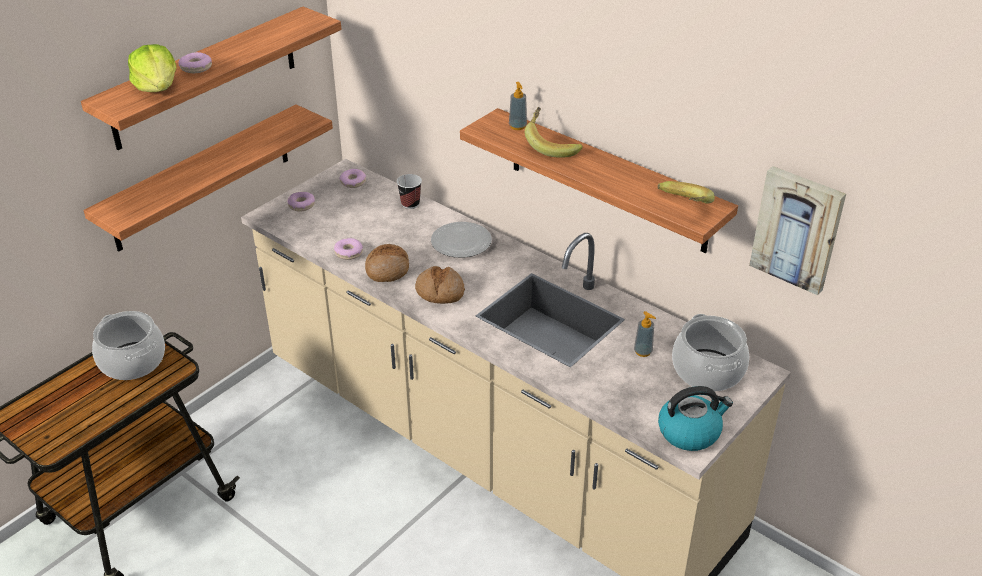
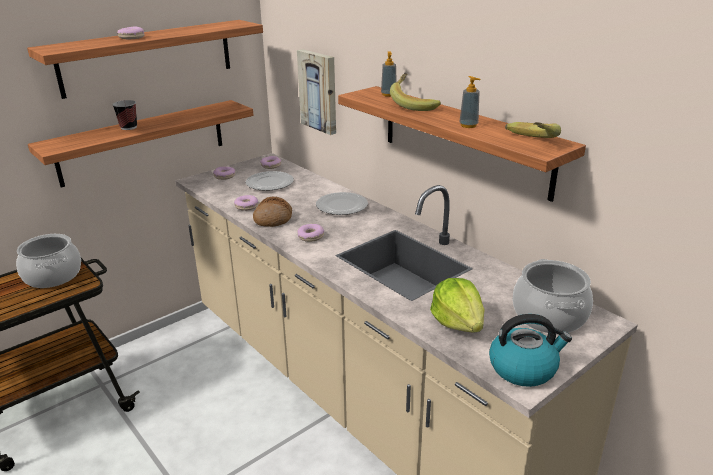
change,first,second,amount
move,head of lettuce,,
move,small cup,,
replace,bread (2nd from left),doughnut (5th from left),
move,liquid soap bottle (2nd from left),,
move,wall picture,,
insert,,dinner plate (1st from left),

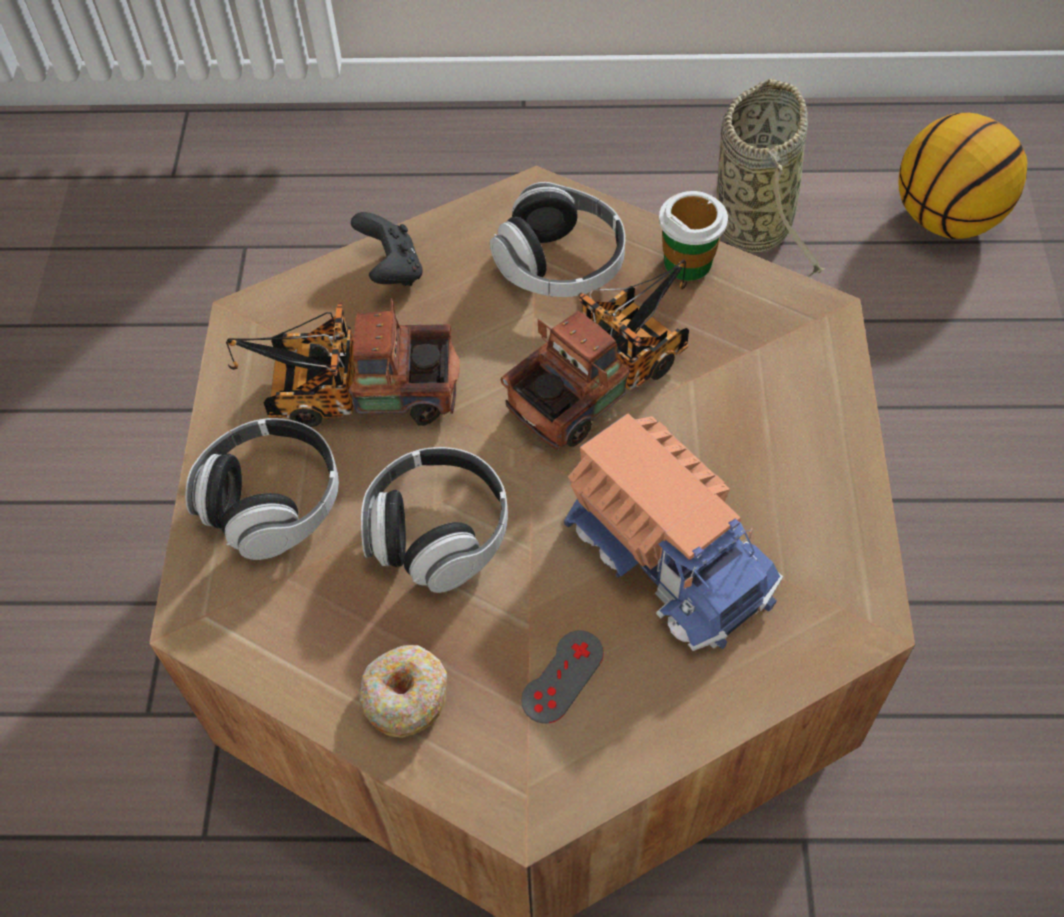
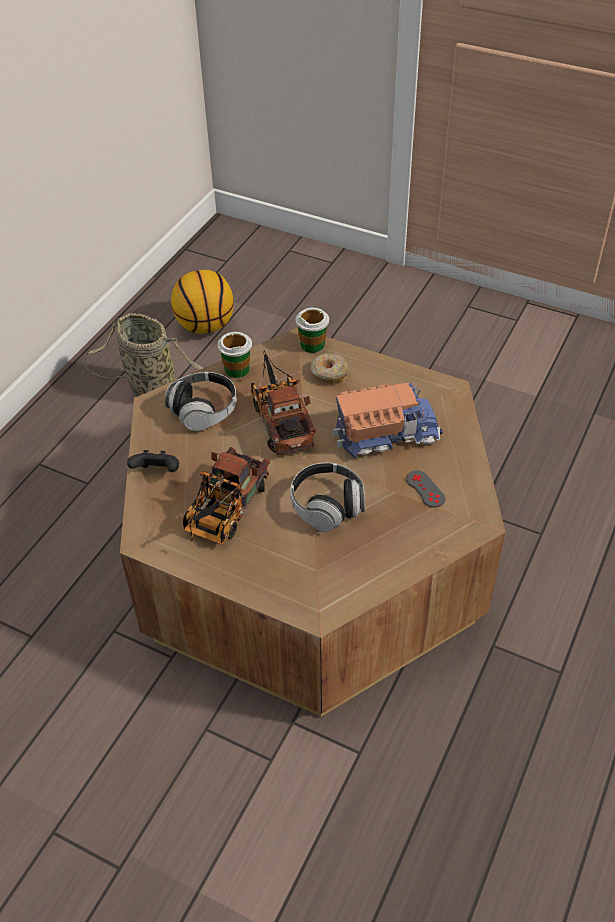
change,first,second,amount
delete,pair of headphones (1st from left),,
move,doughnut,,
insert,,small cup (2nd from left),

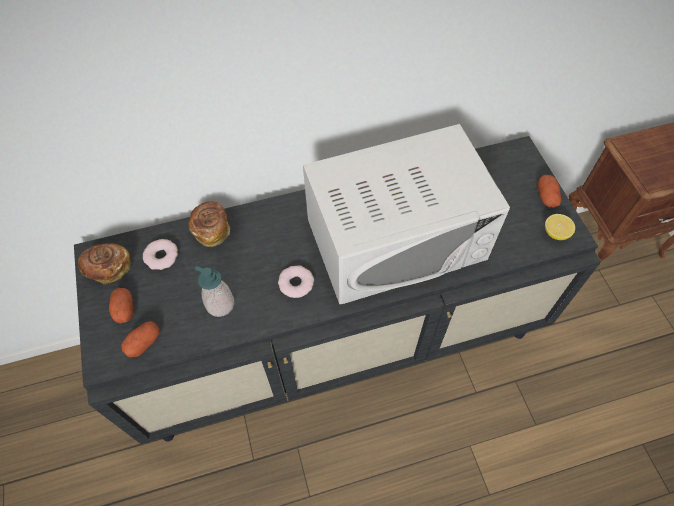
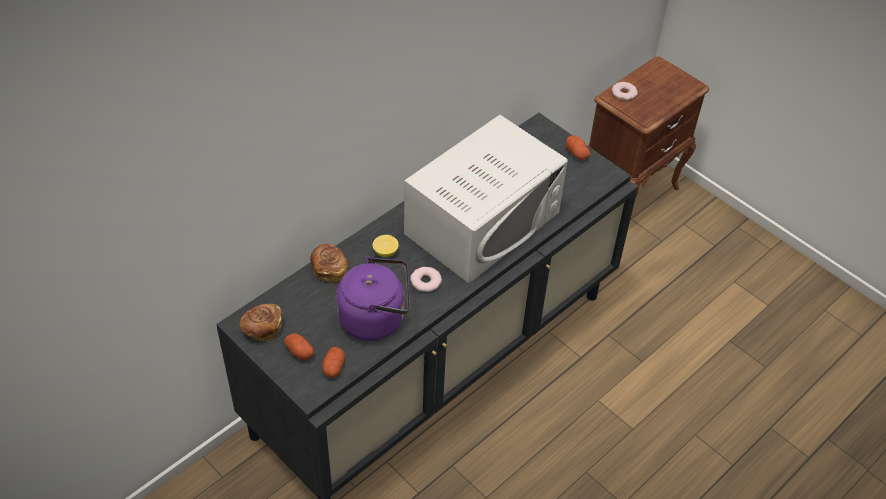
change,first,second,amount
move,doughnut (1st from left in the first image),doughnut (2nd from left),
replace,liquid soap bottle,purple tea kettle,
move,citrus fruit,,

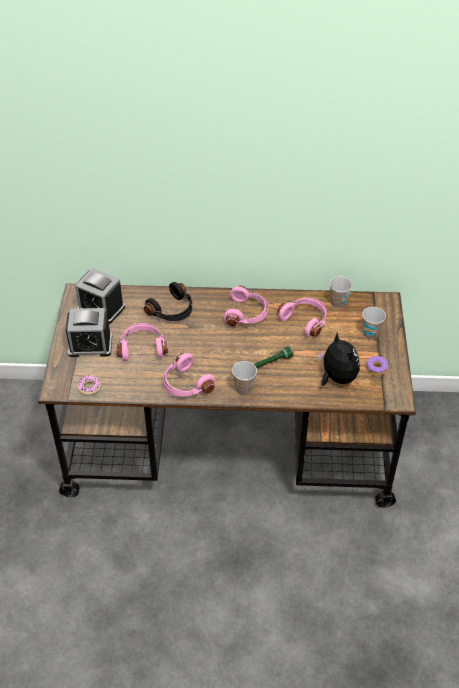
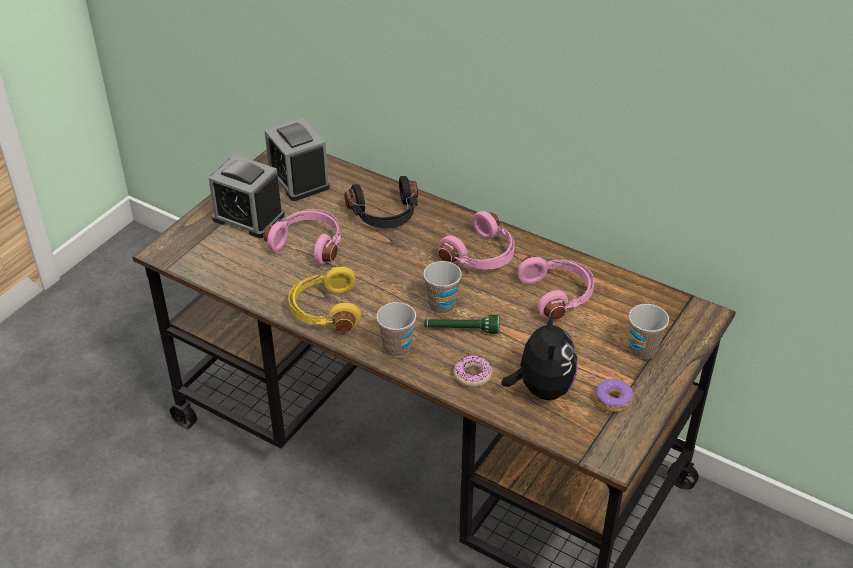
change,first,second,amount
move,doughnut (1st from left),,
recolor,pink-coloured pair of headphones (2nd from left),yellow pair of headphones,
move,small cup (2nd from left),,

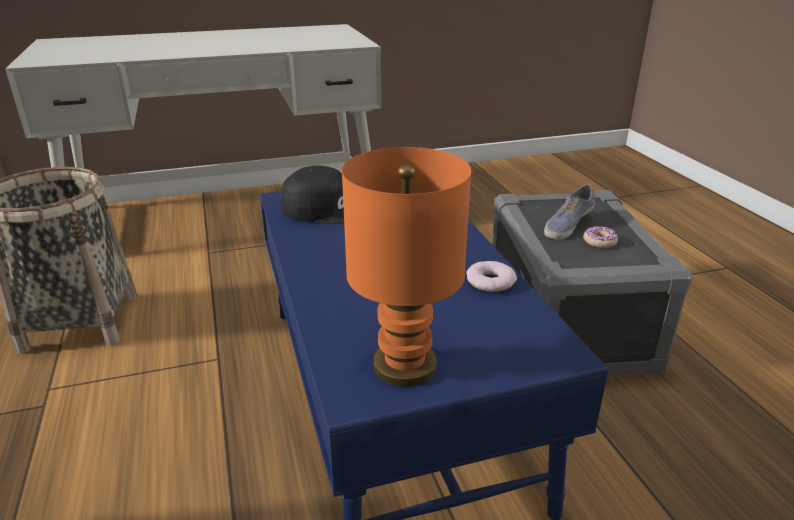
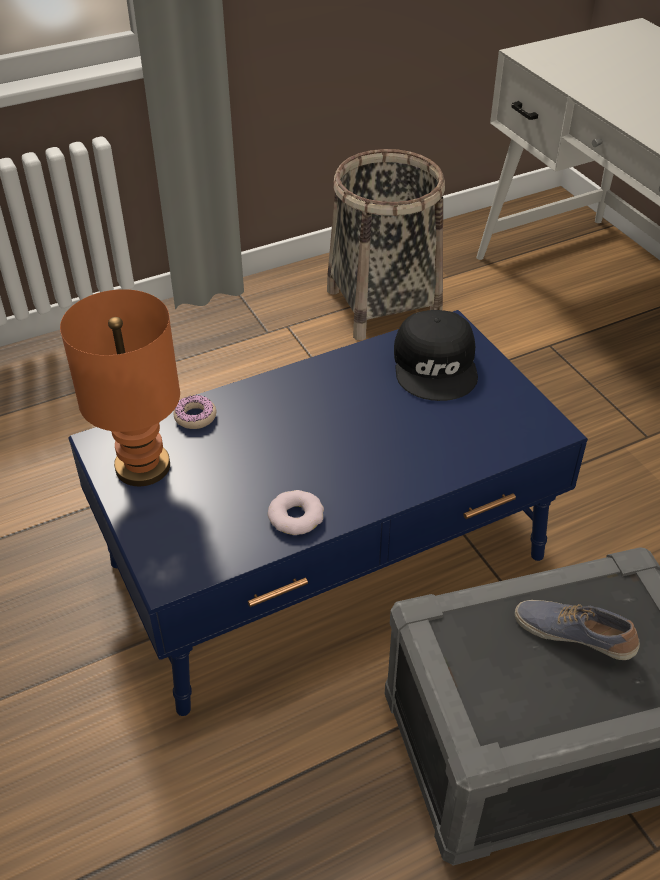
change,first,second,amount
move,doughnut (2nd from left in the first image),doughnut (1st from left),

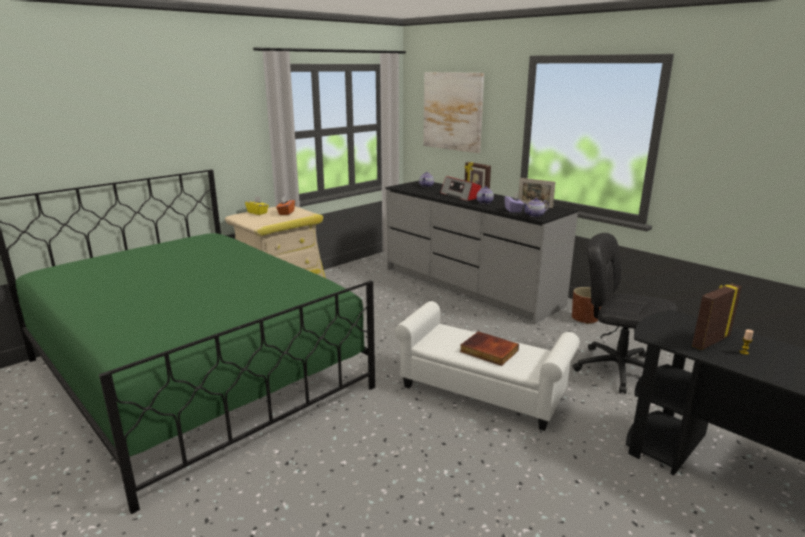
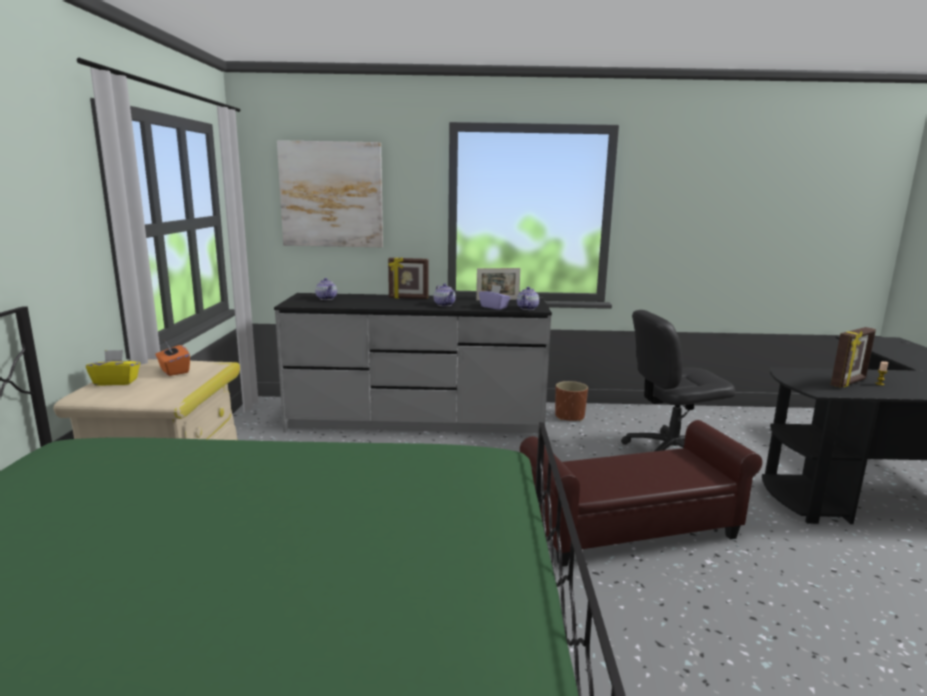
change,first,second,amount
recolor,whitish ottoman,brown ottoman,
delete,radio set,,
delete,book,,
rotate,standing frame (3rd from left),,135 degrees counterclockwise

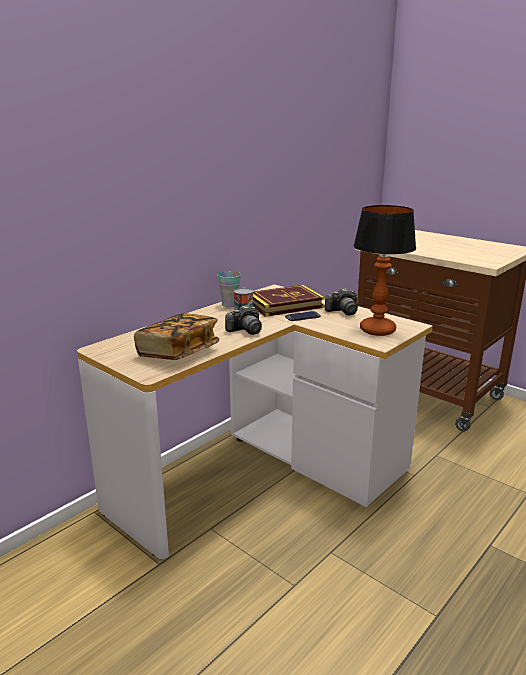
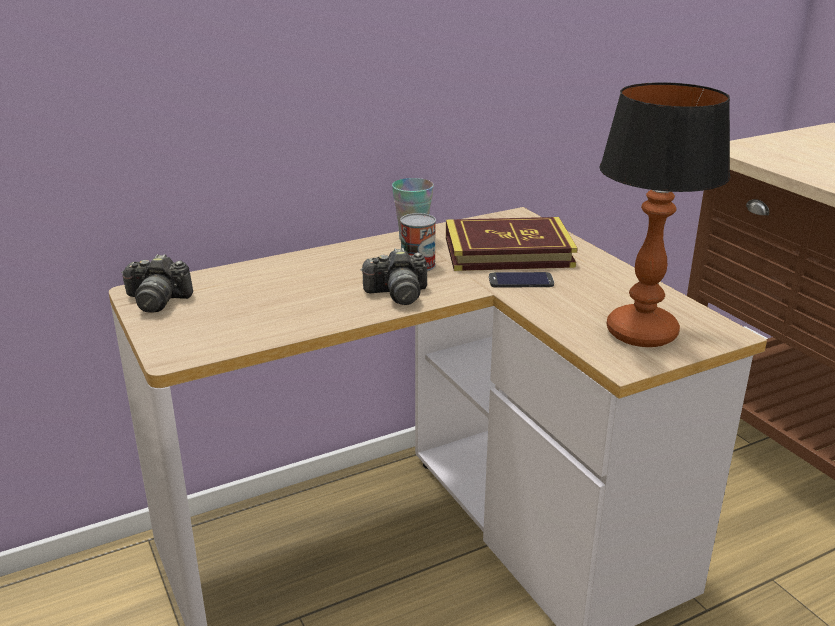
change,first,second,amount
delete,book (1st from left),,
move,photo camera (2nd from left in the first image),photo camera (1st from left),

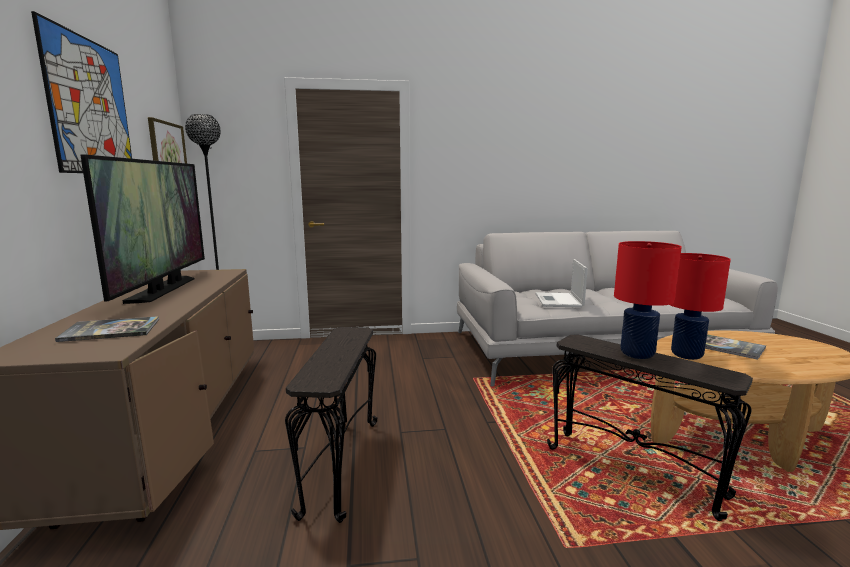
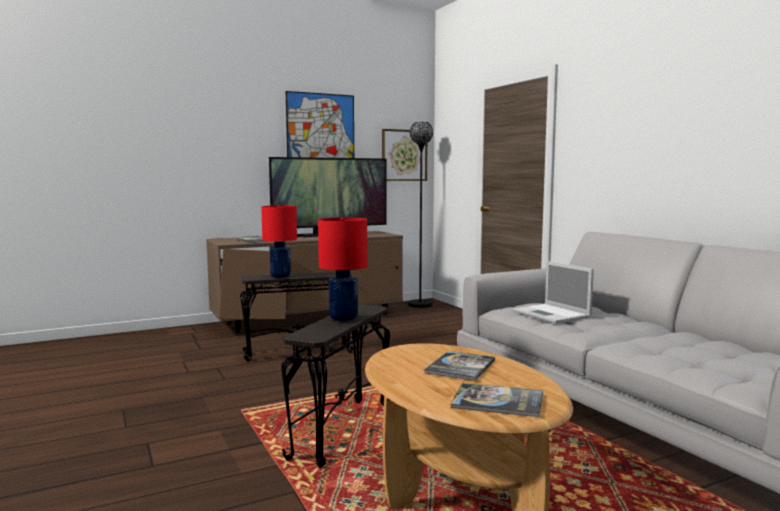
change,first,second,amount
rotate,laptop,,105 degrees counterclockwise
move,reddish lamp for a table (2nd from left in the first image),reddish lamp for a table (1st from left),
insert,,book (3rd from left),

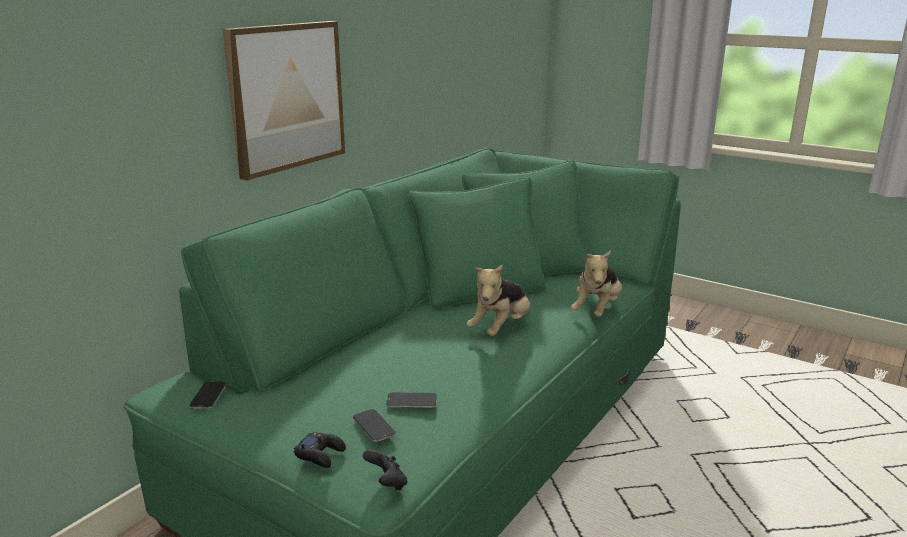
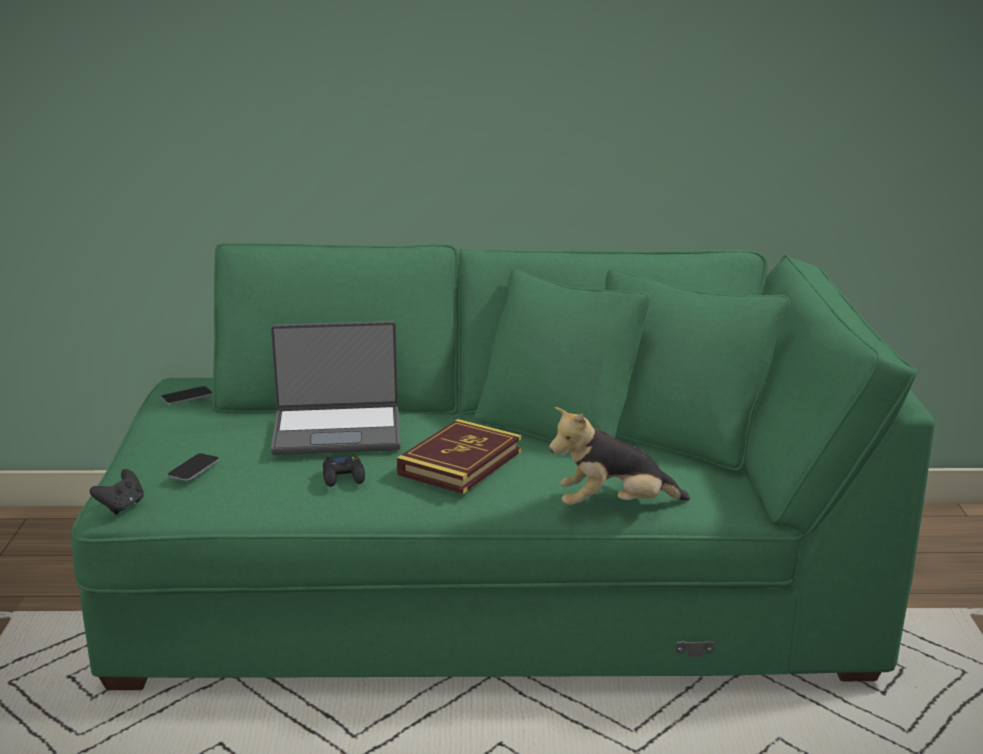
change,first,second,amount
delete,wall picture,,
move,black game controller (1st from left in the first image),black game controller (2nd from left),
delete,phone (3rd from left),,
replace,cuddly toy (1st from left),book,
insert,,laptop,

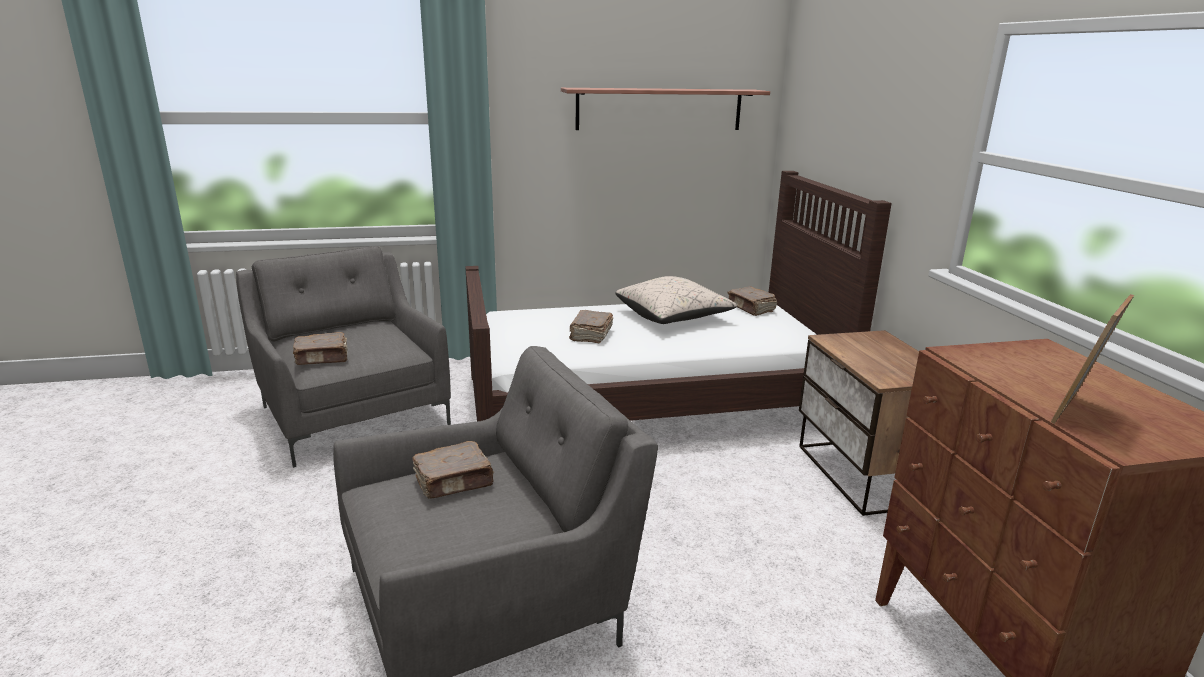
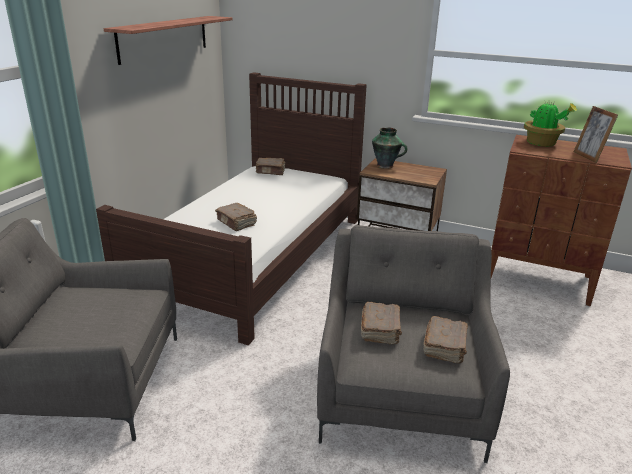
change,first,second,amount
move,brown book (1st from left in the first image),brown book (4th from left),
delete,beige pillow,,
insert,,vase,
insert,,plant in a pot,

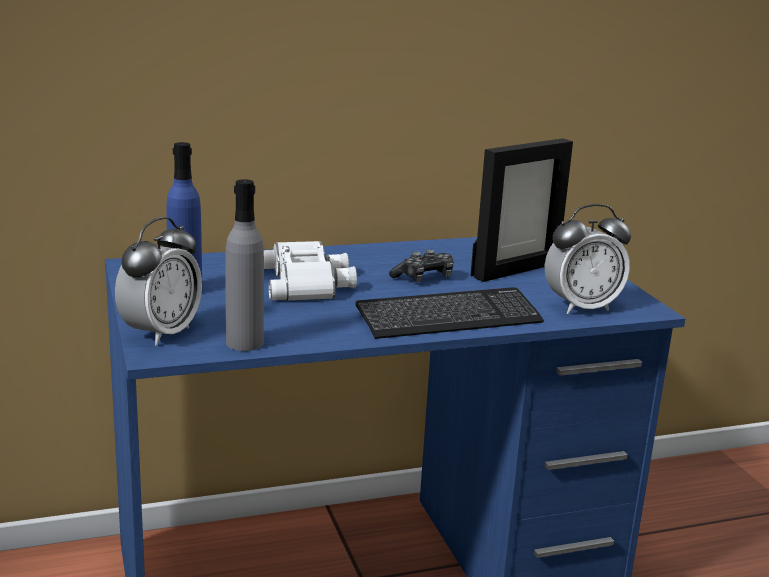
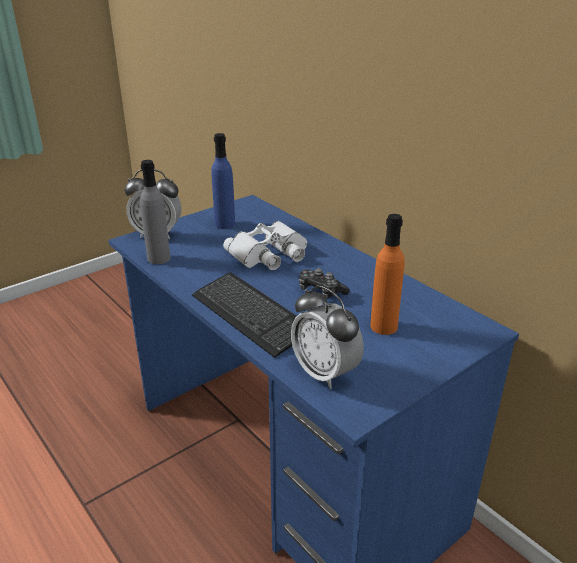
change,first,second,amount
replace,standing frame,orange-coloured beverage bottle,

